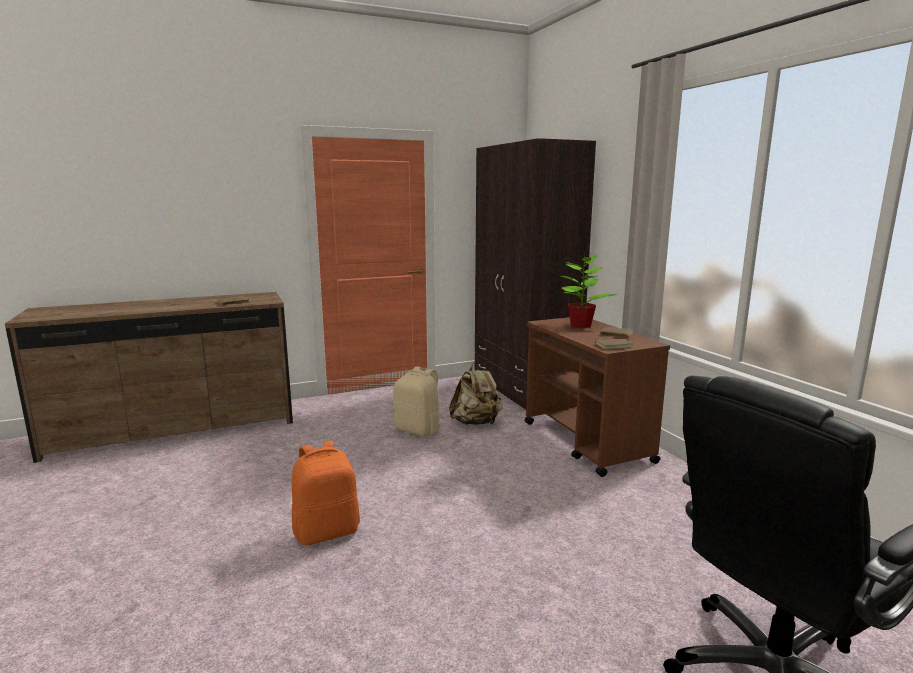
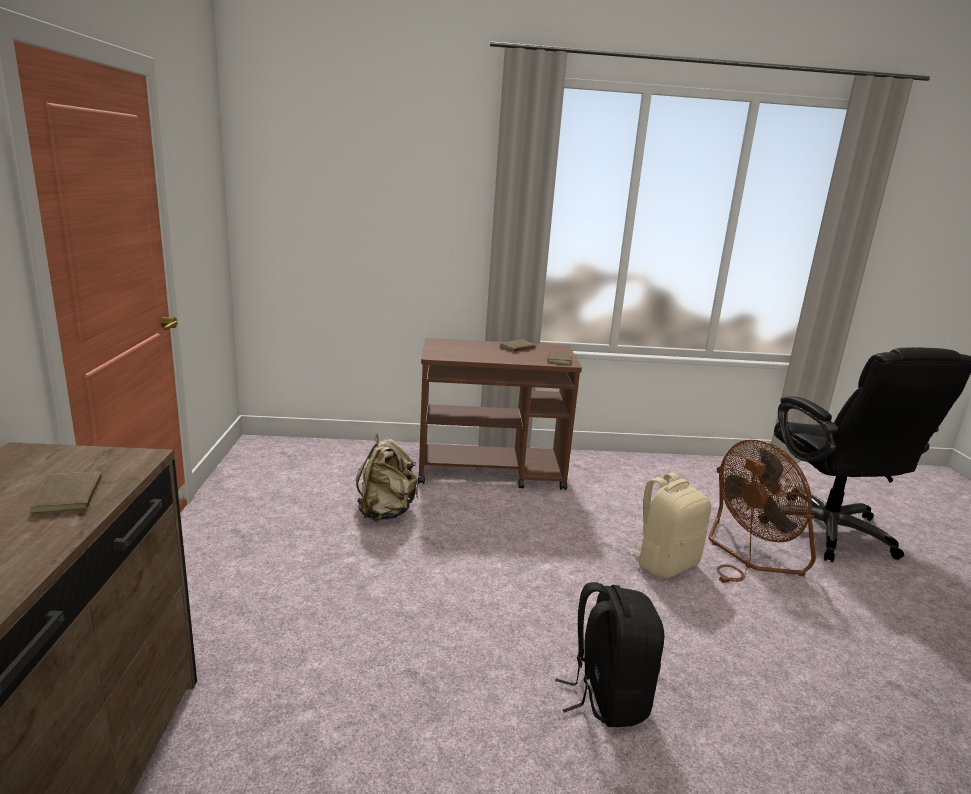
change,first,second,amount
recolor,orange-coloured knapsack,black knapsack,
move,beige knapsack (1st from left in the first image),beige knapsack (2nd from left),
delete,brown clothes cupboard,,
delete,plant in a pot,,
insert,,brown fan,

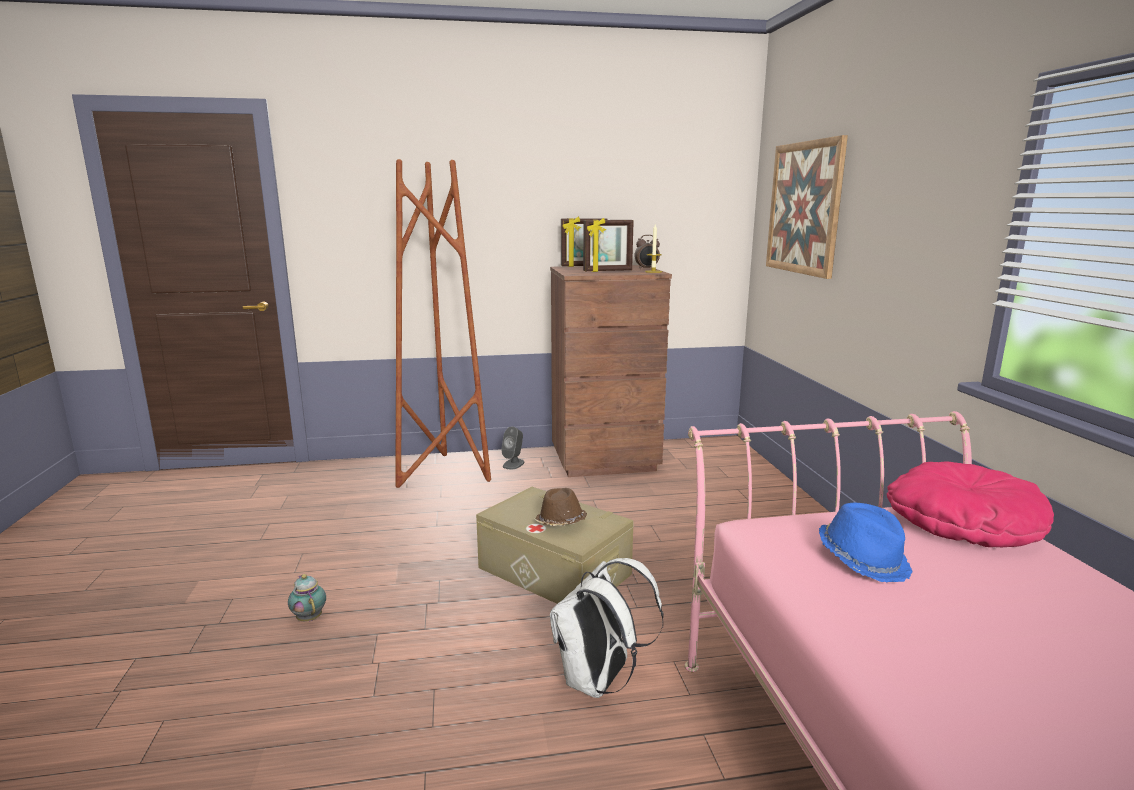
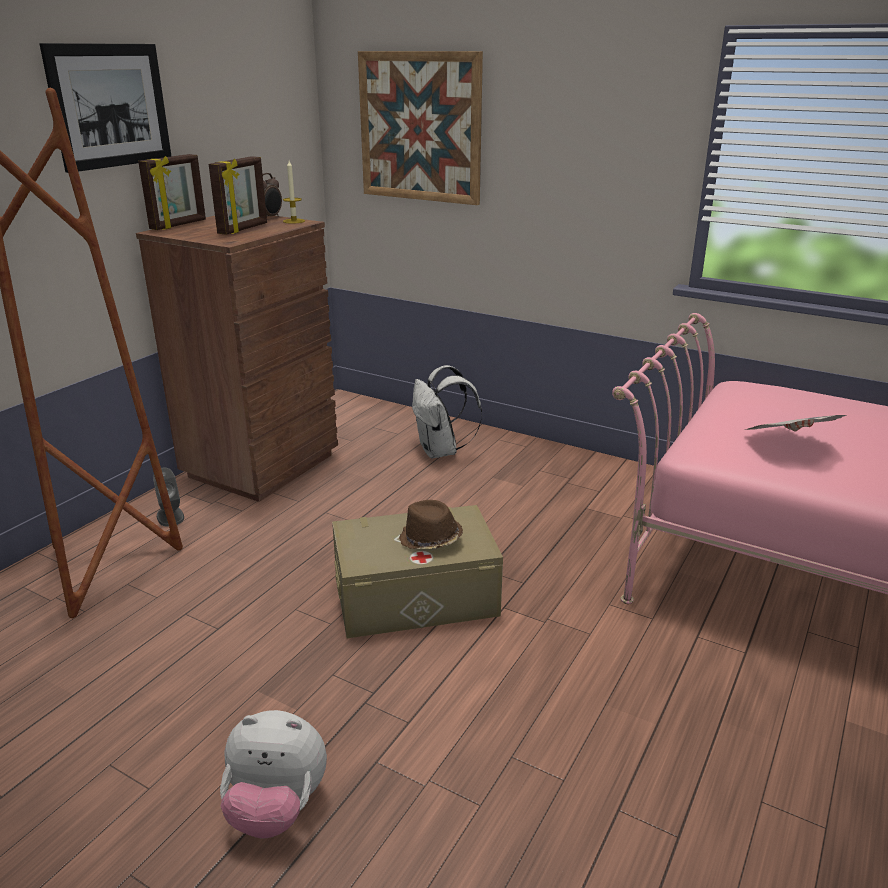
change,first,second,amount
replace,pot for tea,cuddly toy,
move,whitish knapsack,,
replace,blue-coloured clothing hat,daily paper,
delete,pink-coloured pillow,,
insert,,wall picture (1st from left),

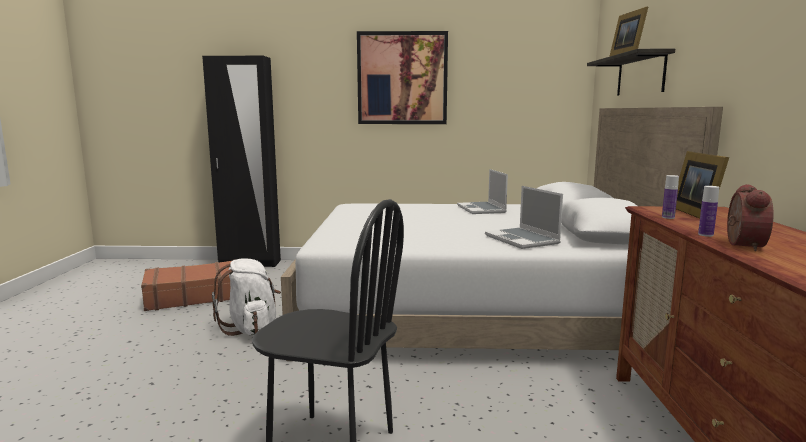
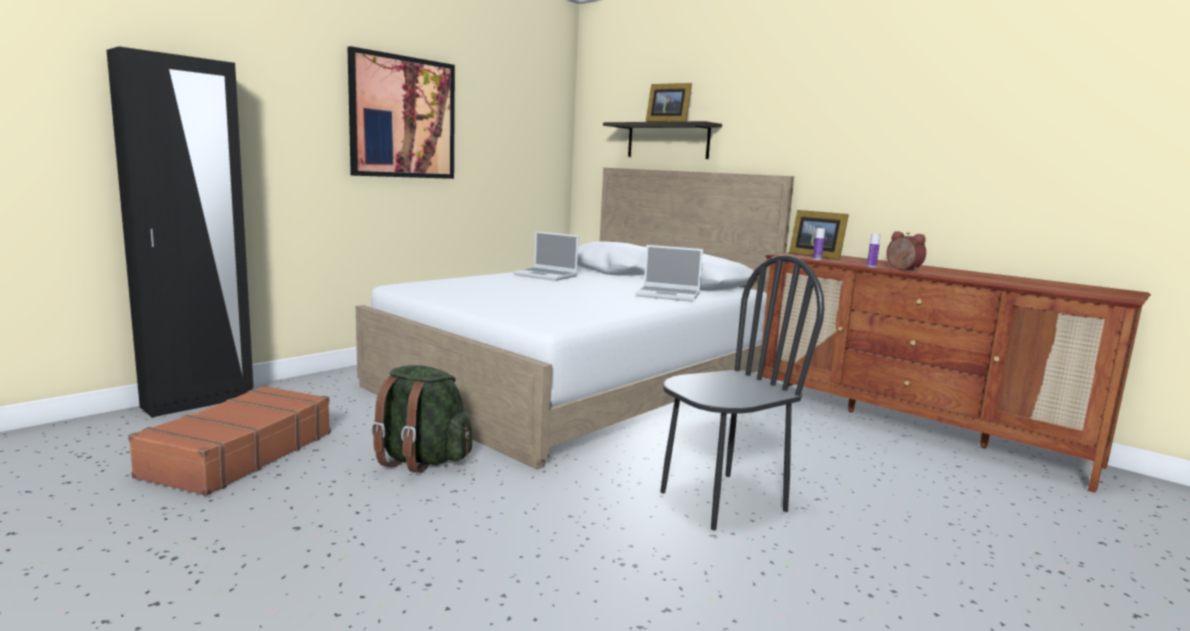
change,first,second,amount
recolor,whitish knapsack,green knapsack,

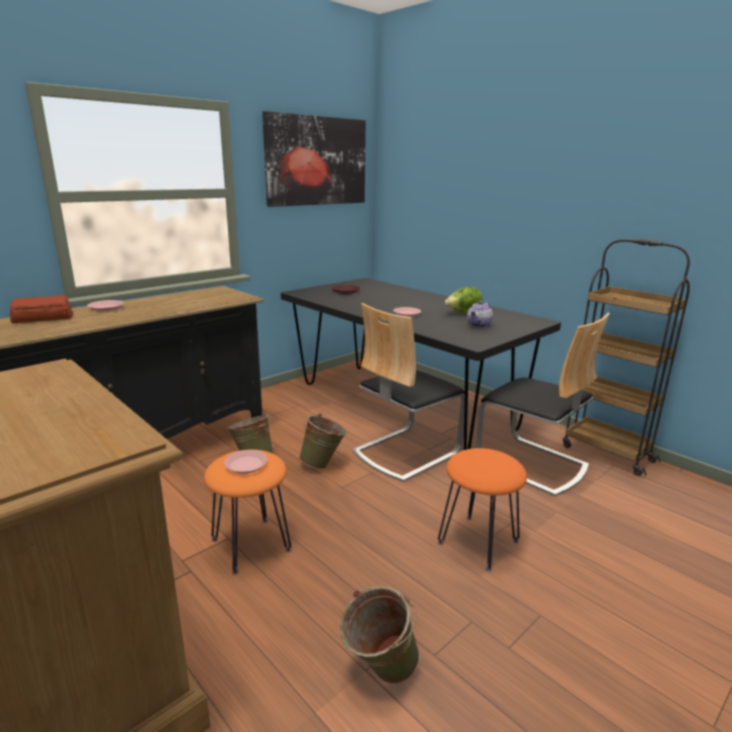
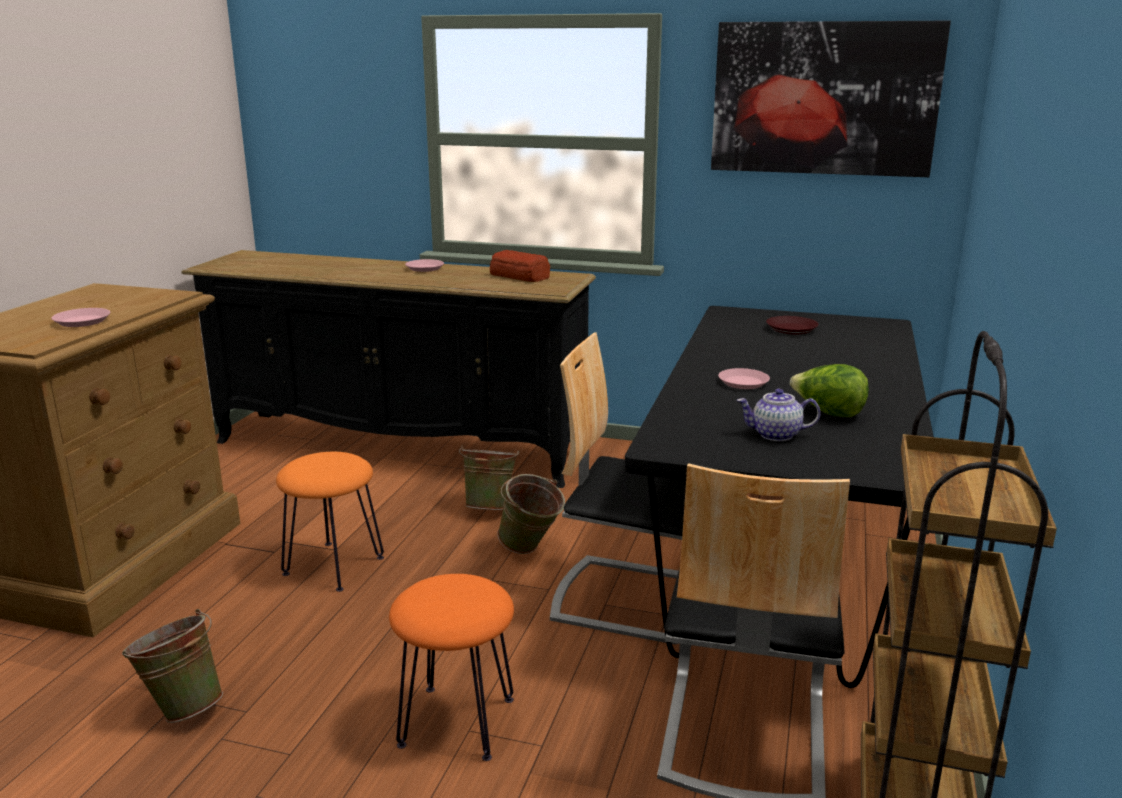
change,first,second,amount
move,bread,,
move,pink-coloured dinner plate (2nd from left in the first image),pink-coloured dinner plate (1st from left),

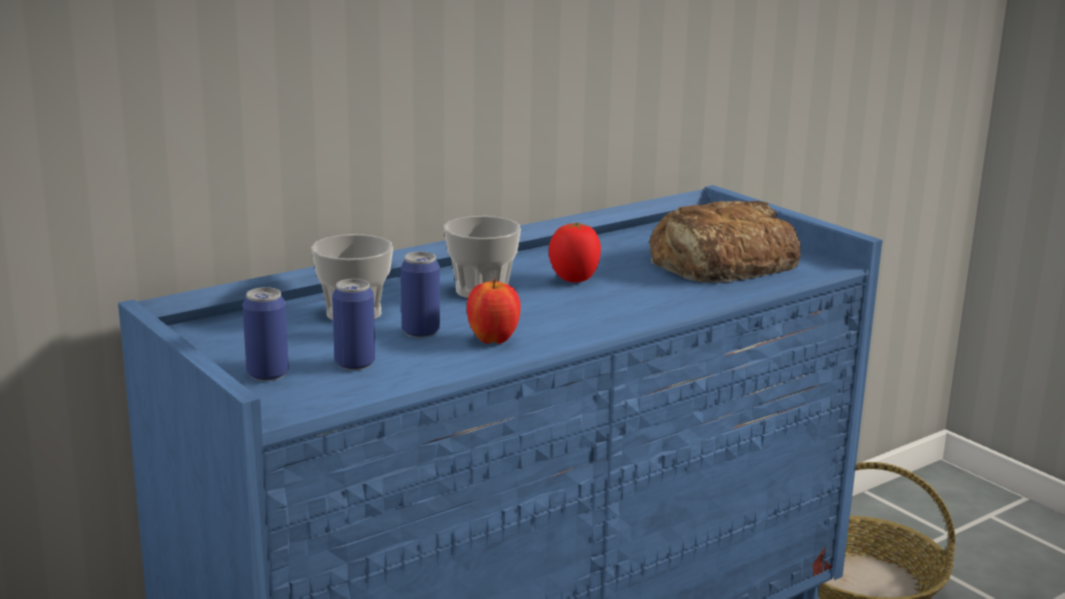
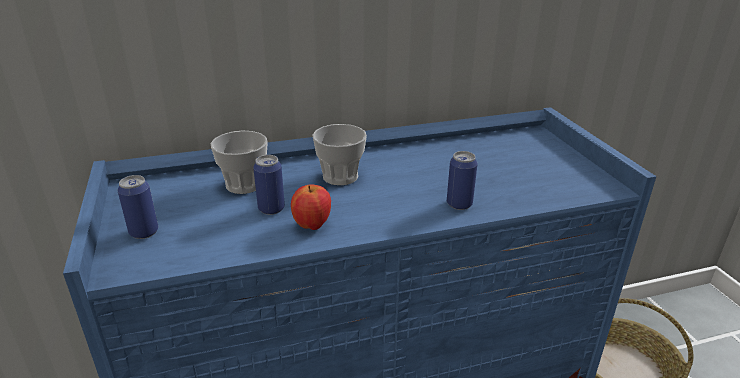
change,first,second,amount
move,can (2nd from left in the first image),can (3rd from left),
delete,tomato,,
delete,bread,,

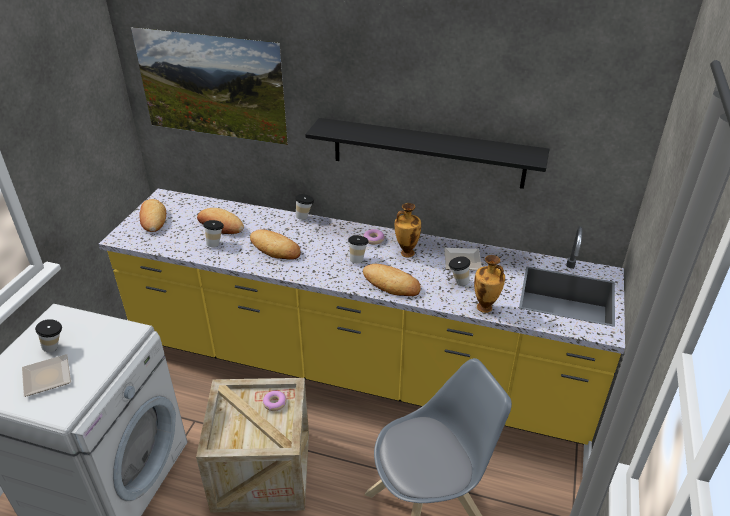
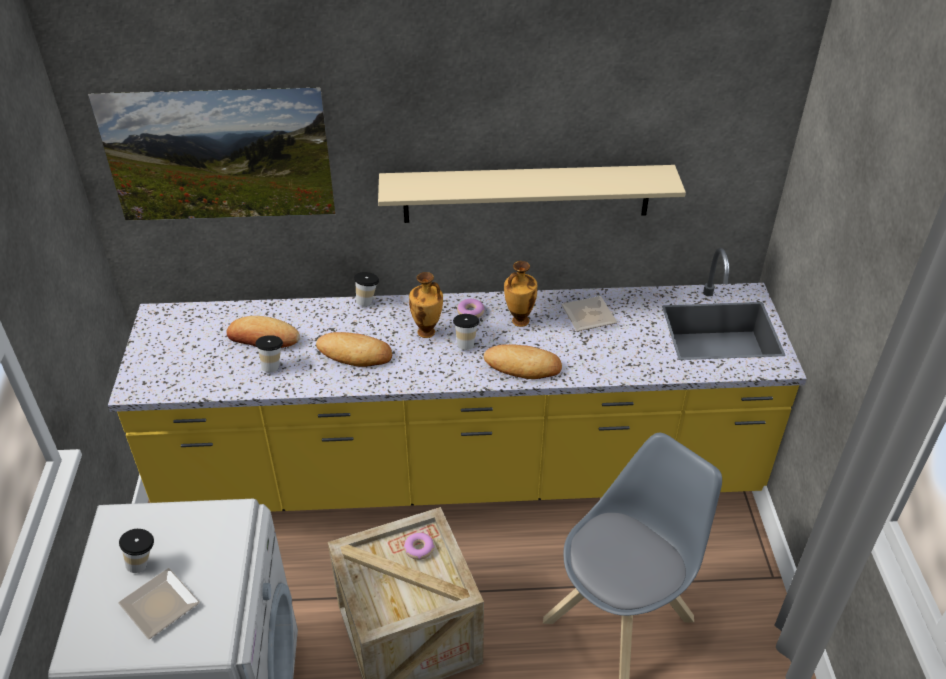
change,first,second,amount
delete,bread (1st from left),,
recolor,black wall shelf,beige wall shelf,
delete,small cup (5th from left),,
move,vase (2nd from left in the first image),vase (1st from left),

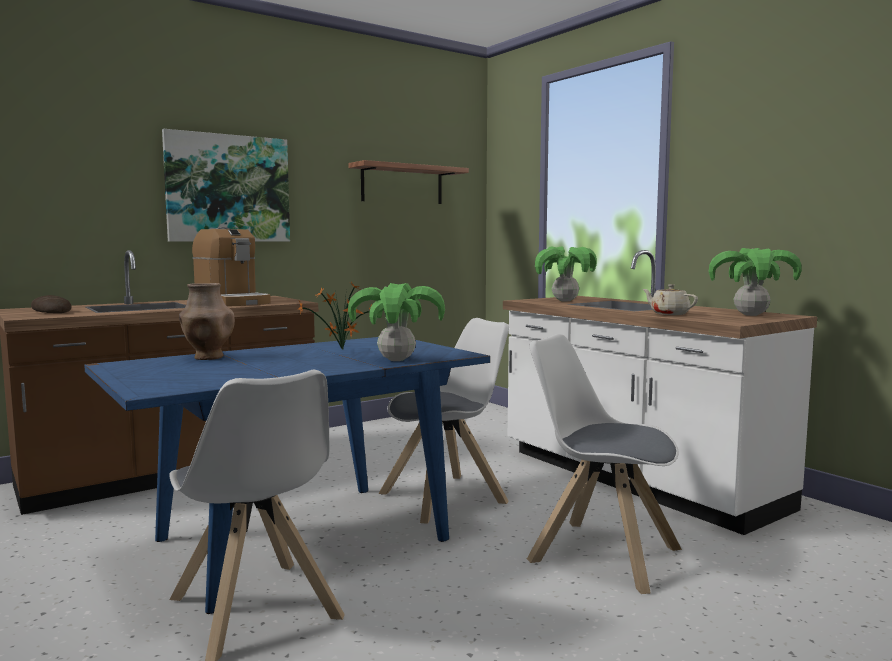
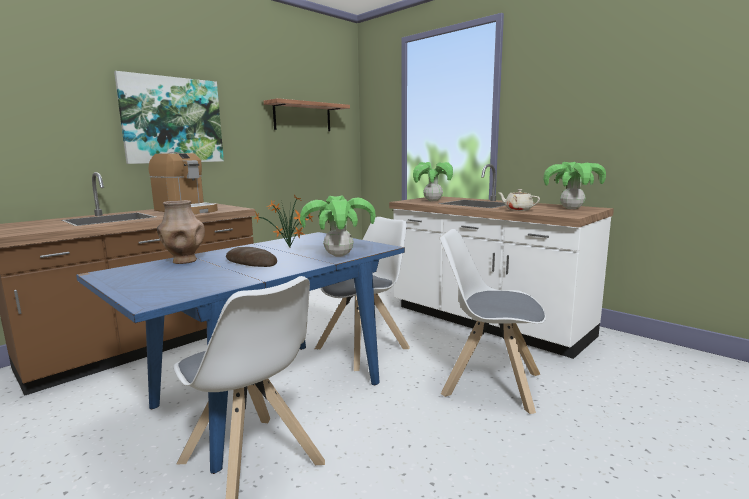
change,first,second,amount
move,bread,,

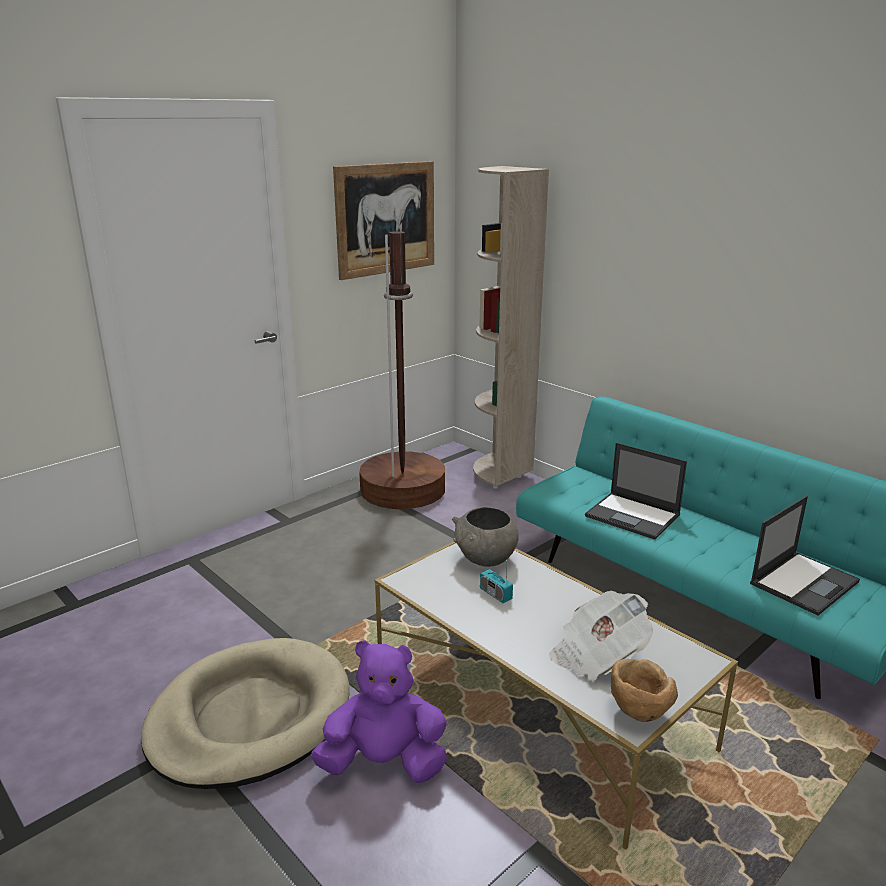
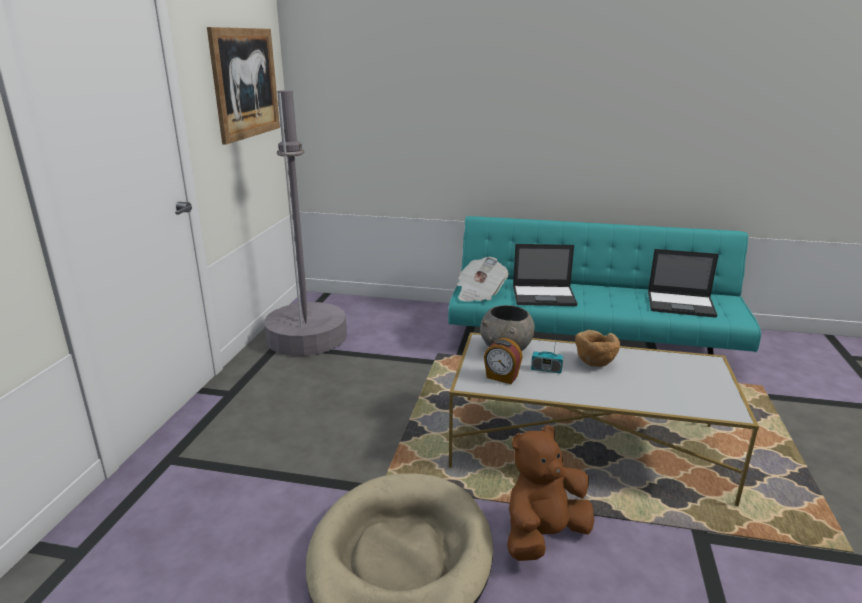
change,first,second,amount
recolor,purple cuddly toy,brown cuddly toy,
recolor,brown standard lamp,grey standard lamp,
delete,beige bookcase,,
move,daily paper,,
move,brown serving bowl,,
rotate,laptop (2nd from left),,90 degrees clockwise
insert,,bedside clock,

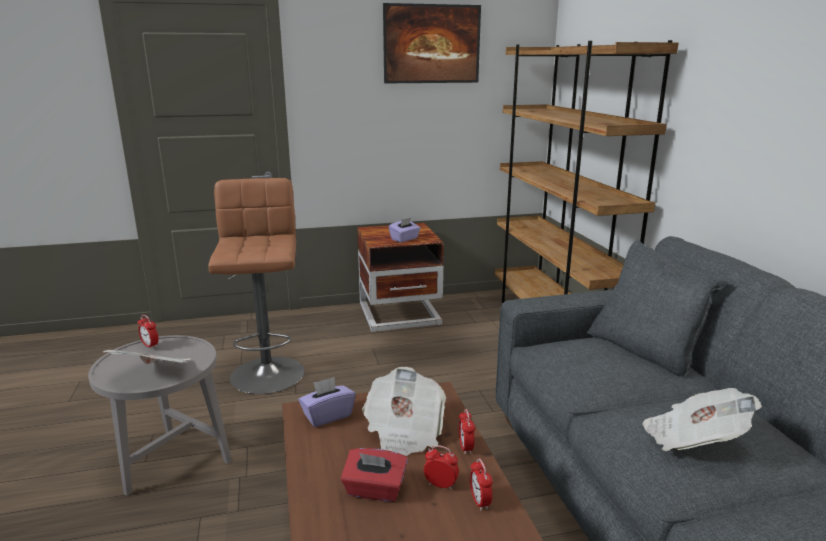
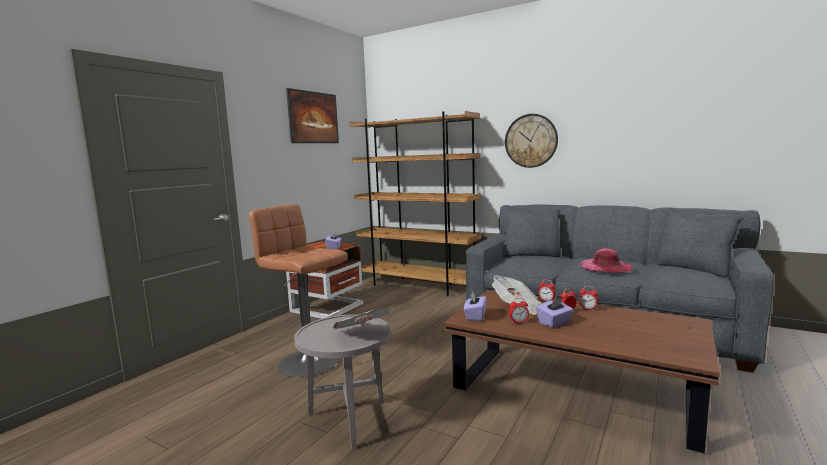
change,first,second,amount
move,bedside clock (1st from left),,
recolor,reddish box of tissues,purple box of tissues (3rd from left),
replace,daily paper (3rd from left),pink-coloured clothing hat,
insert,,clock on the wall,

